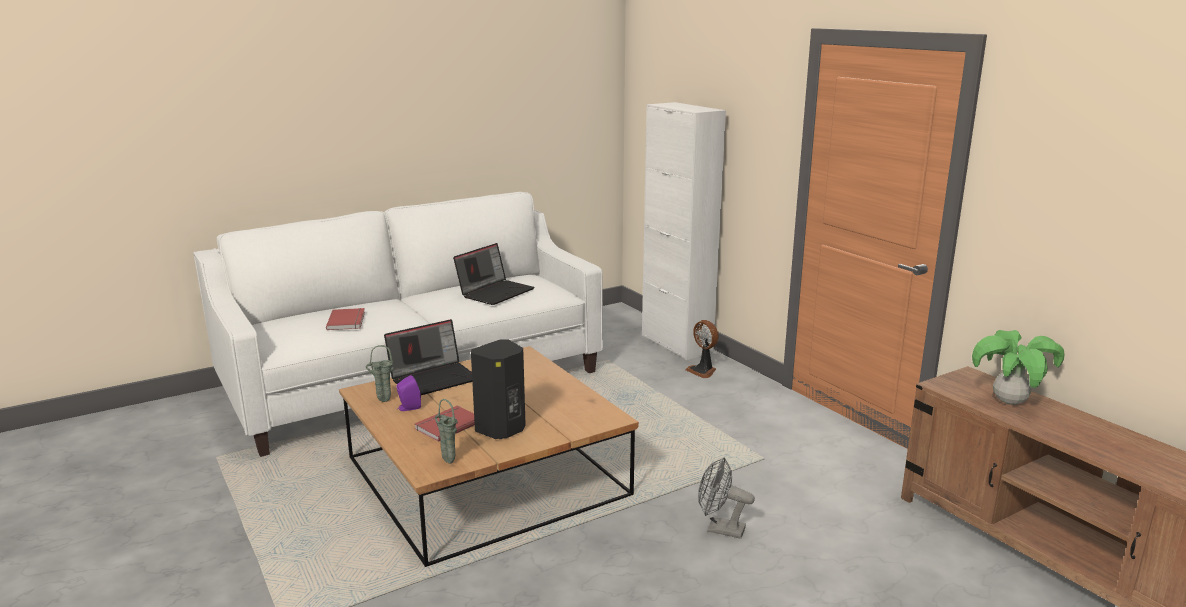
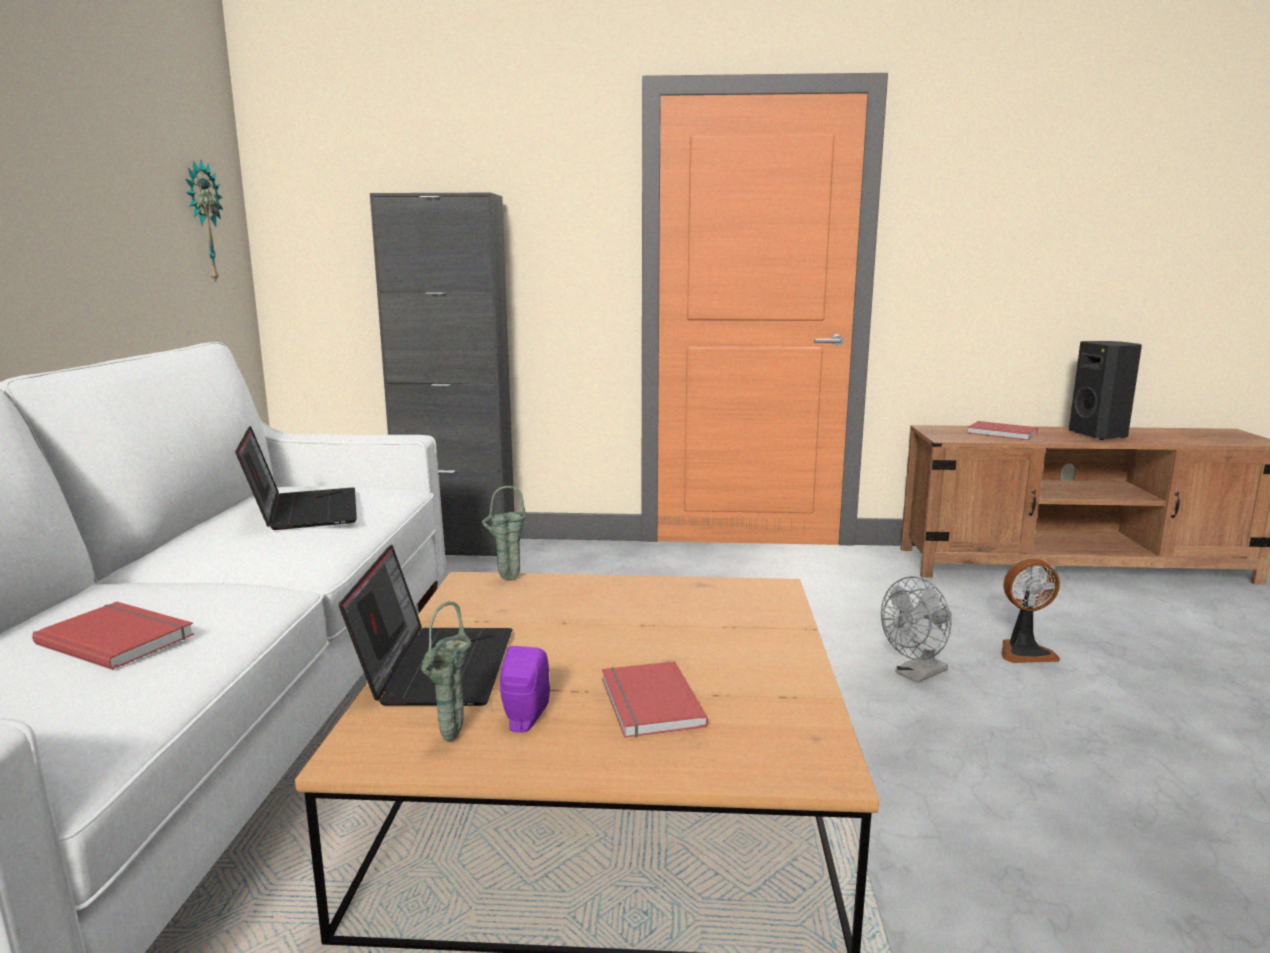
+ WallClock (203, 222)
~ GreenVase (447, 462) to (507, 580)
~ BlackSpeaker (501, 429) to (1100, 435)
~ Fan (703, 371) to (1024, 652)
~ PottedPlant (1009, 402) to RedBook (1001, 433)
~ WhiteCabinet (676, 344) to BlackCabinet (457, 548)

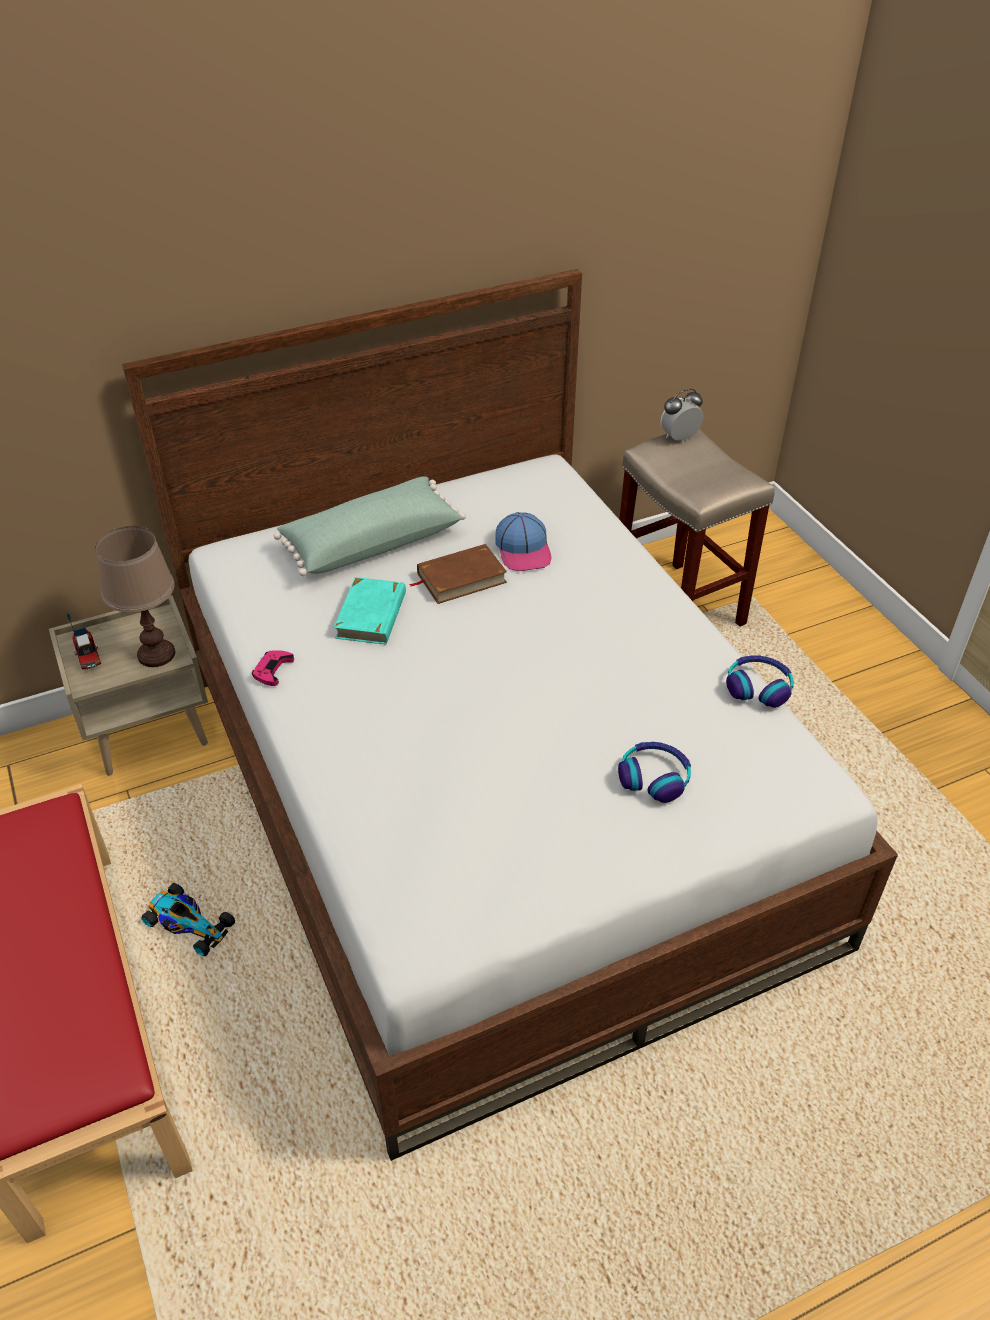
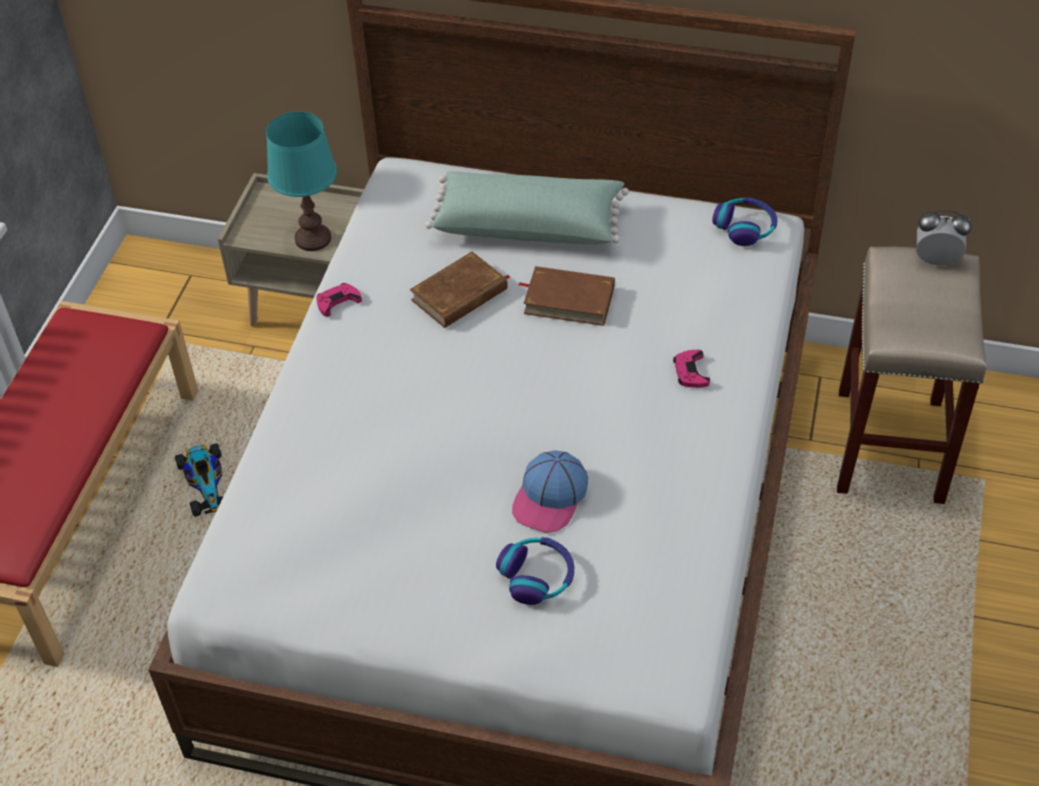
- ToyTruck (88, 655)
+ PinkGameController (690, 372)
~ Cap (523, 550) to (550, 498)
~ Headphones (758, 687) to (745, 227)
~ BrownTableLamp (156, 655) to TurquoiseTableLamp (313, 239)
~ TurquoiseBook (372, 615) to BrownBook (460, 295)

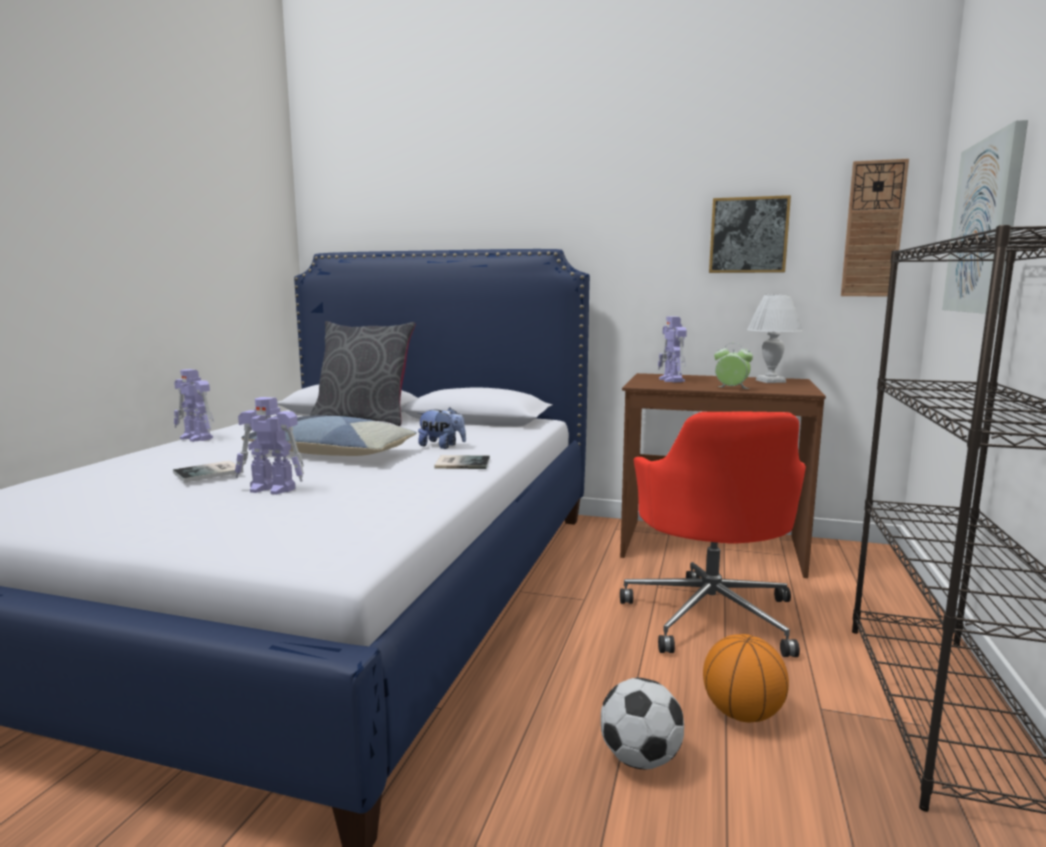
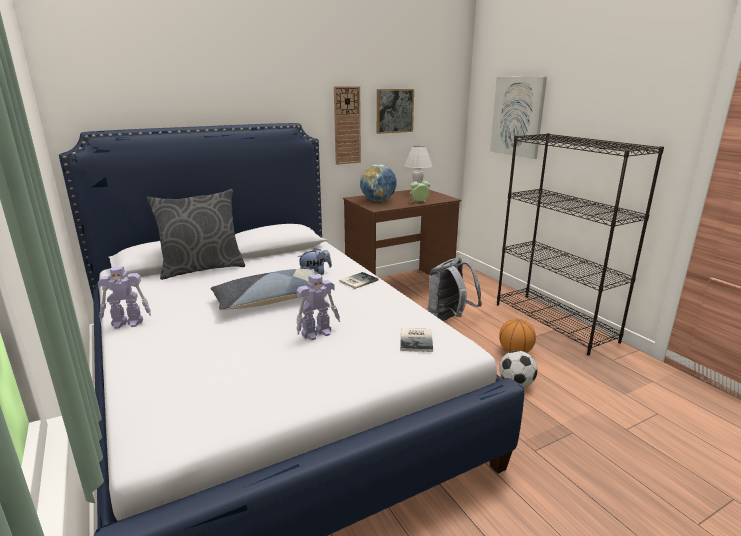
~ Book (210, 472) to (417, 340)
~ WallClock (873, 229) to (347, 125)
~ RedOfficeChair (711, 615) to GreyBackpack (449, 319)
~ ToyRobot (672, 380) to Globe (378, 201)

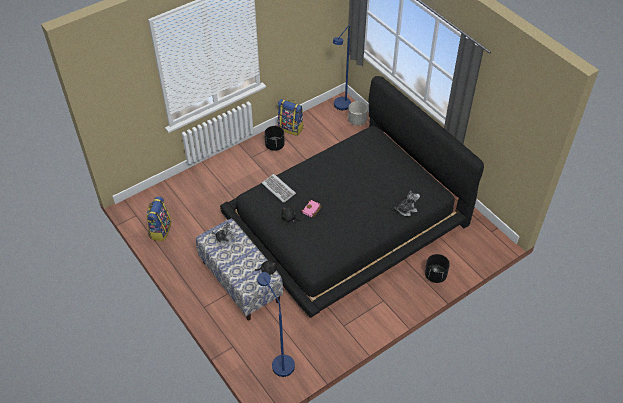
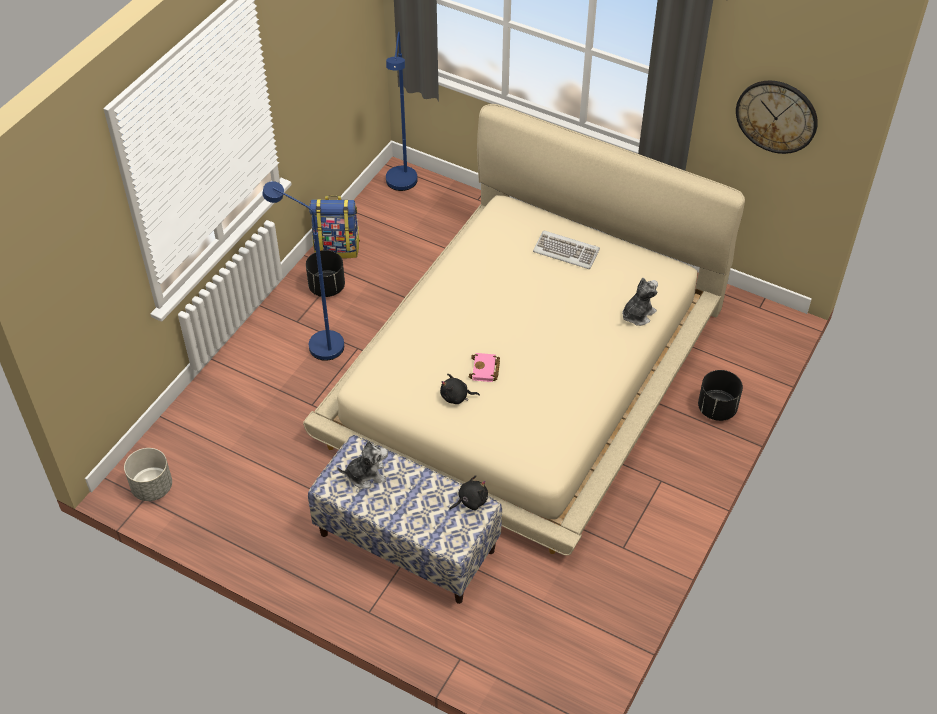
- Backpack (160, 230)
+ WallClock (776, 116)
~ BlueFloorLamp (279, 361) to (317, 343)
~ Keyboard (279, 189) to (566, 251)
~ GreyPlanter (357, 121) to (152, 488)
~ BlackBed (347, 220) to BeigeBed (525, 371)

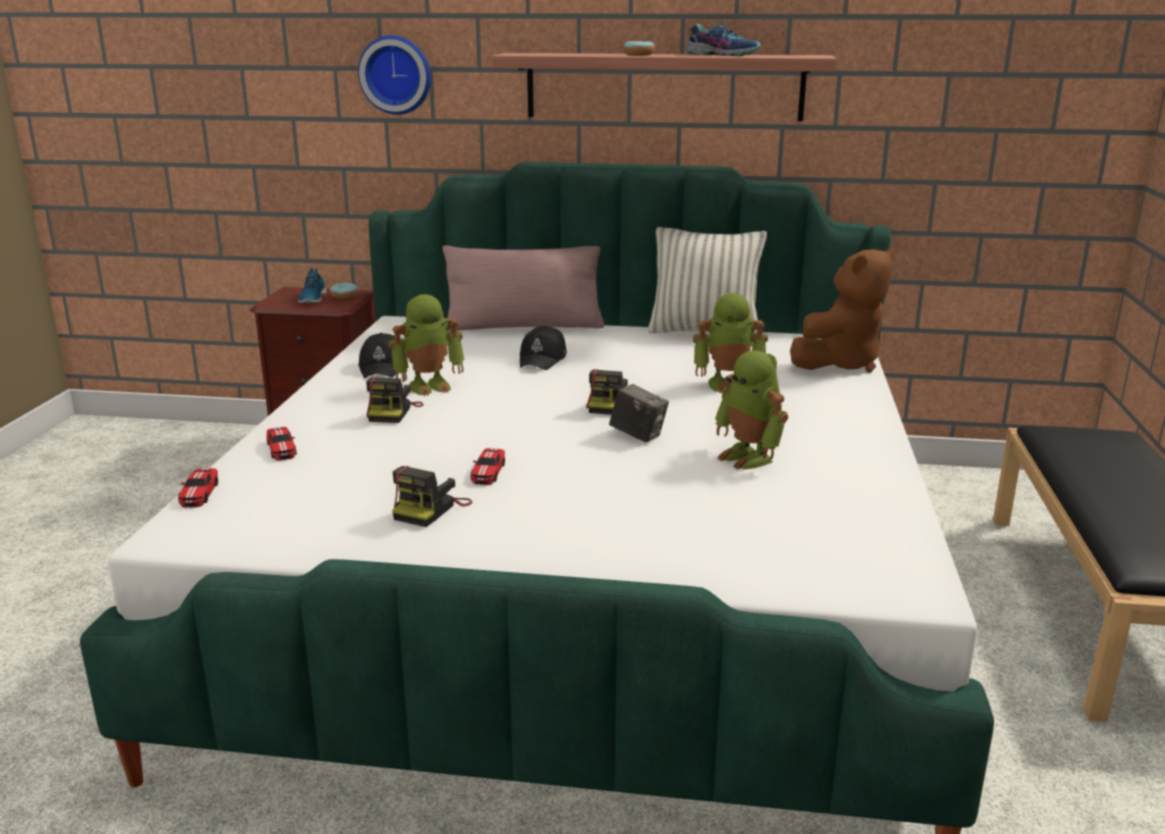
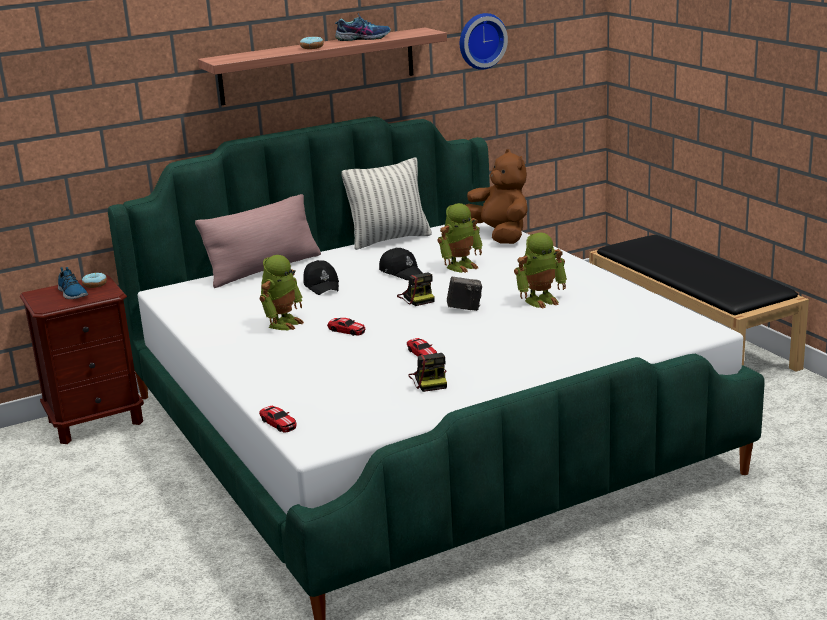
- PhotoCamera (393, 412)
~ ToyCar (282, 449) to (347, 330)
~ WallClock (396, 74) to (481, 40)
~ BlackCap (383, 367) to (401, 272)
~ ToyRobot (749, 457) = (541, 300) 45 degrees counterclockwise
~ BrownPlushToy (839, 363) = (499, 236) 45 degrees counterclockwise

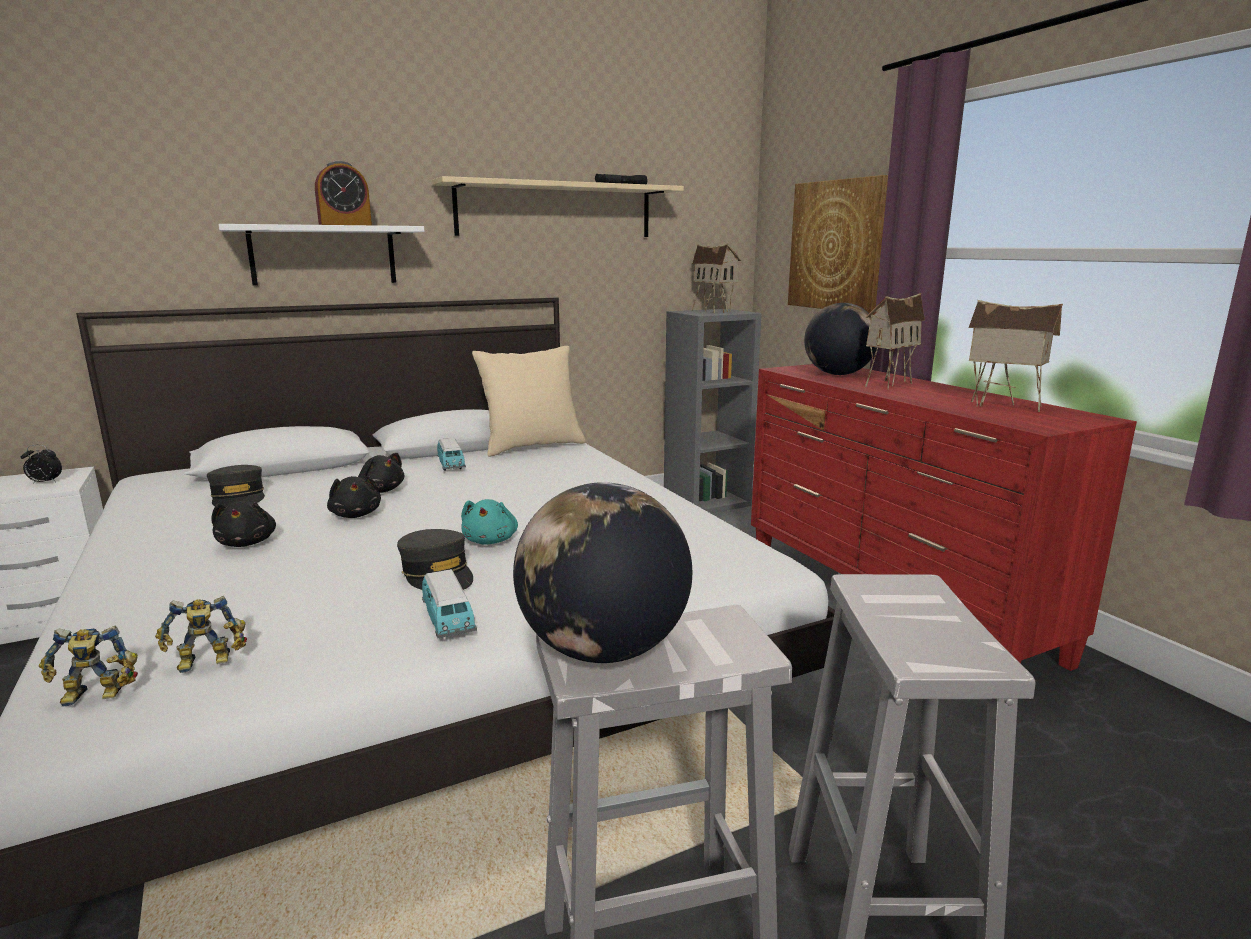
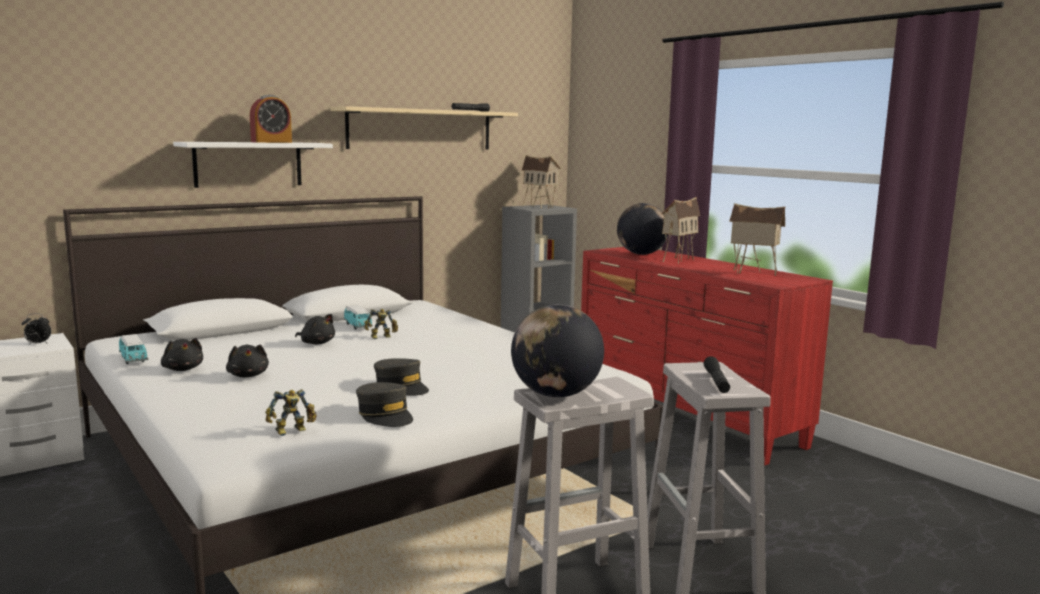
- TurquoisePlushToy (491, 540)
- BeigePillow (532, 446)
- Picture (837, 246)
+ BlackFlashlight (716, 381)
~ ToyRobot (94, 697) to (382, 337)
~ GreyCap (238, 498) to (385, 415)
~ BlackPlushToy (356, 515) to (183, 369)
~ ToyCar (449, 621) to (133, 359)

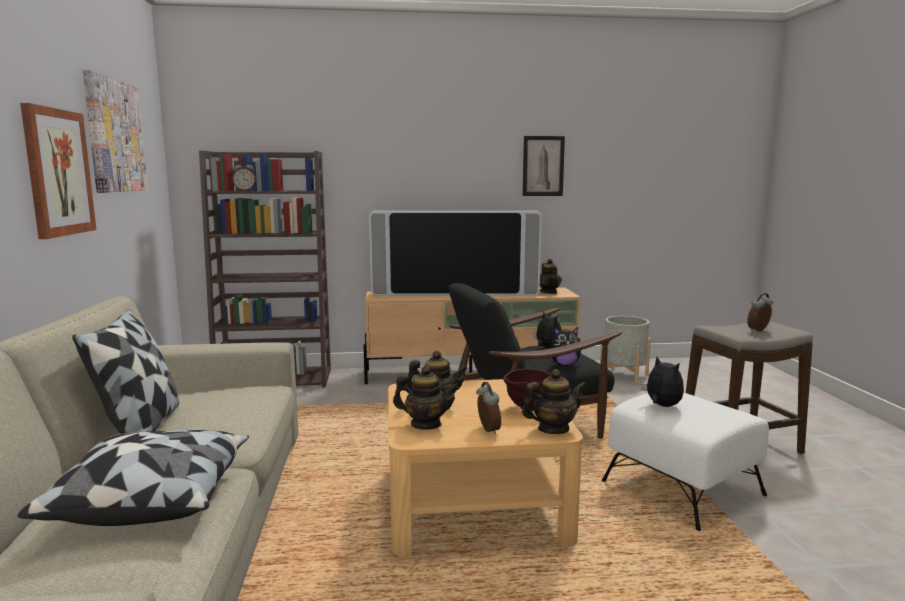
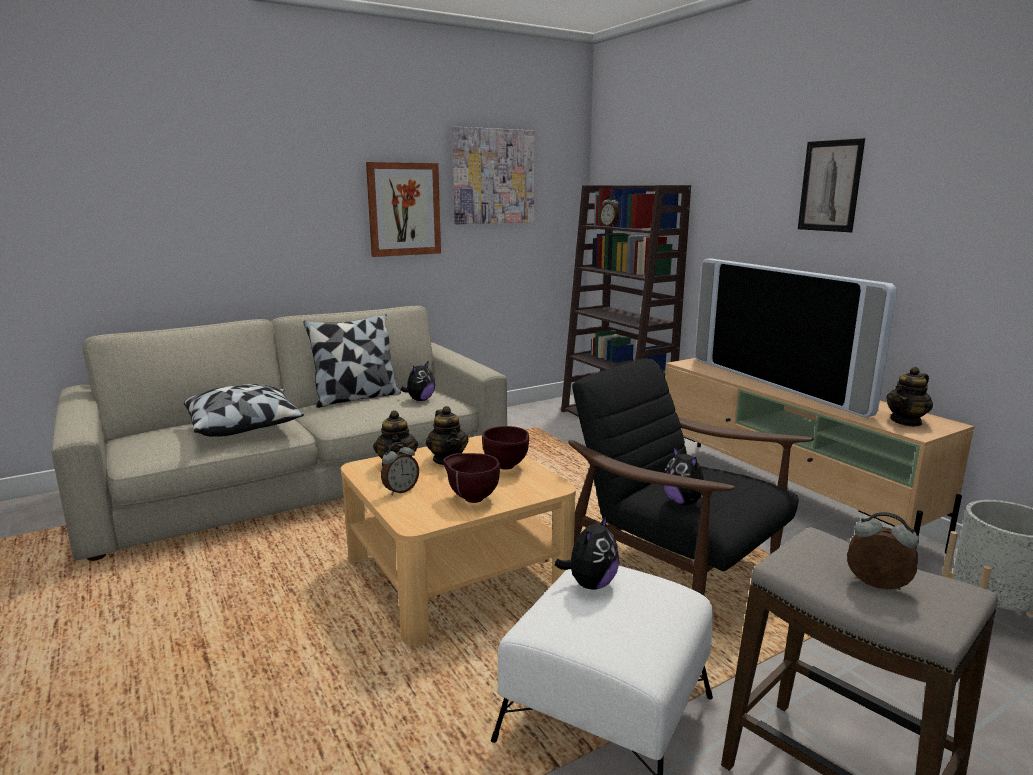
- Teapot (553, 429)
+ BrownBowl (506, 467)
~ Picture (543, 166) to (830, 186)
~ PlushToy (547, 349) to (420, 400)

